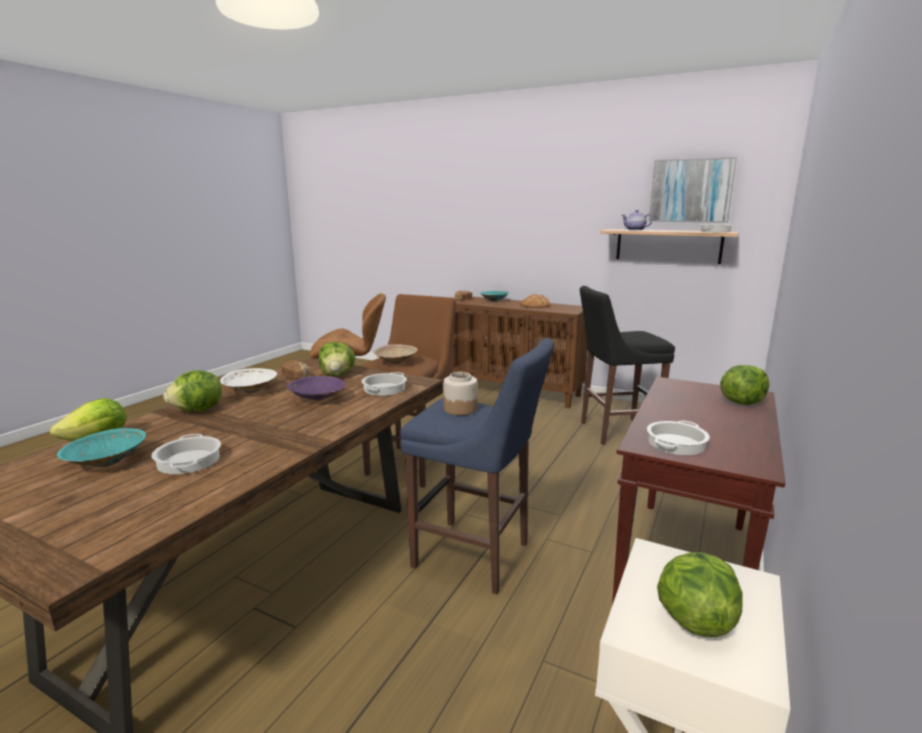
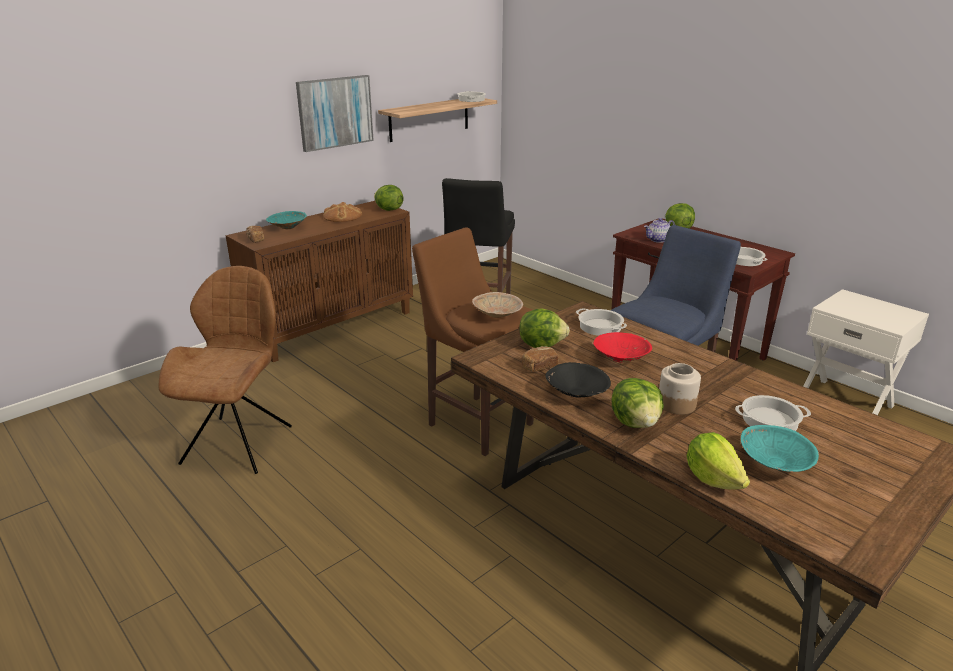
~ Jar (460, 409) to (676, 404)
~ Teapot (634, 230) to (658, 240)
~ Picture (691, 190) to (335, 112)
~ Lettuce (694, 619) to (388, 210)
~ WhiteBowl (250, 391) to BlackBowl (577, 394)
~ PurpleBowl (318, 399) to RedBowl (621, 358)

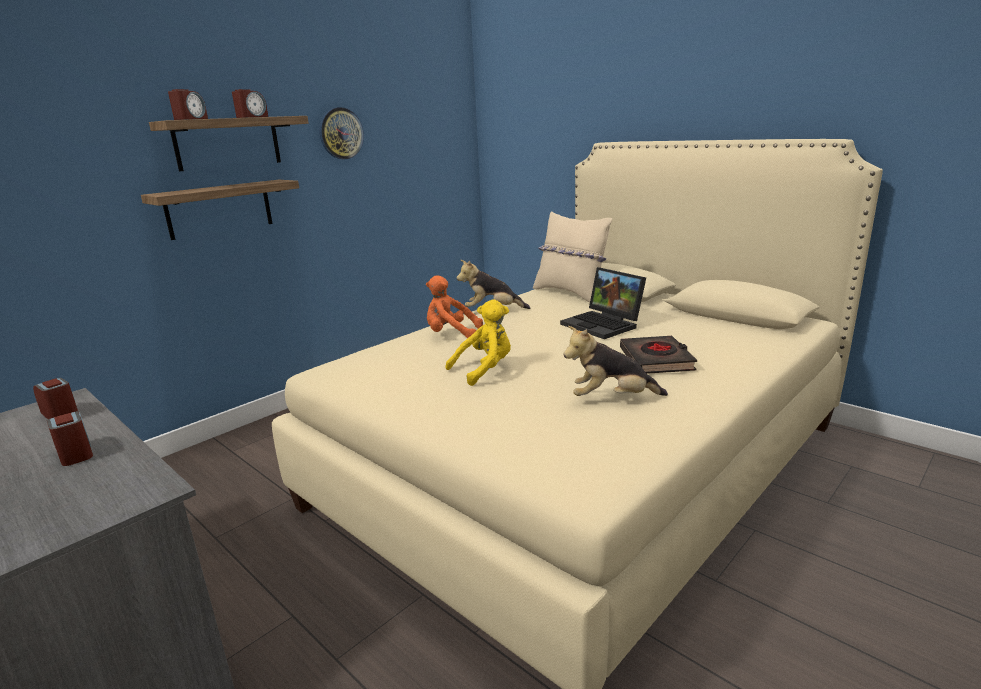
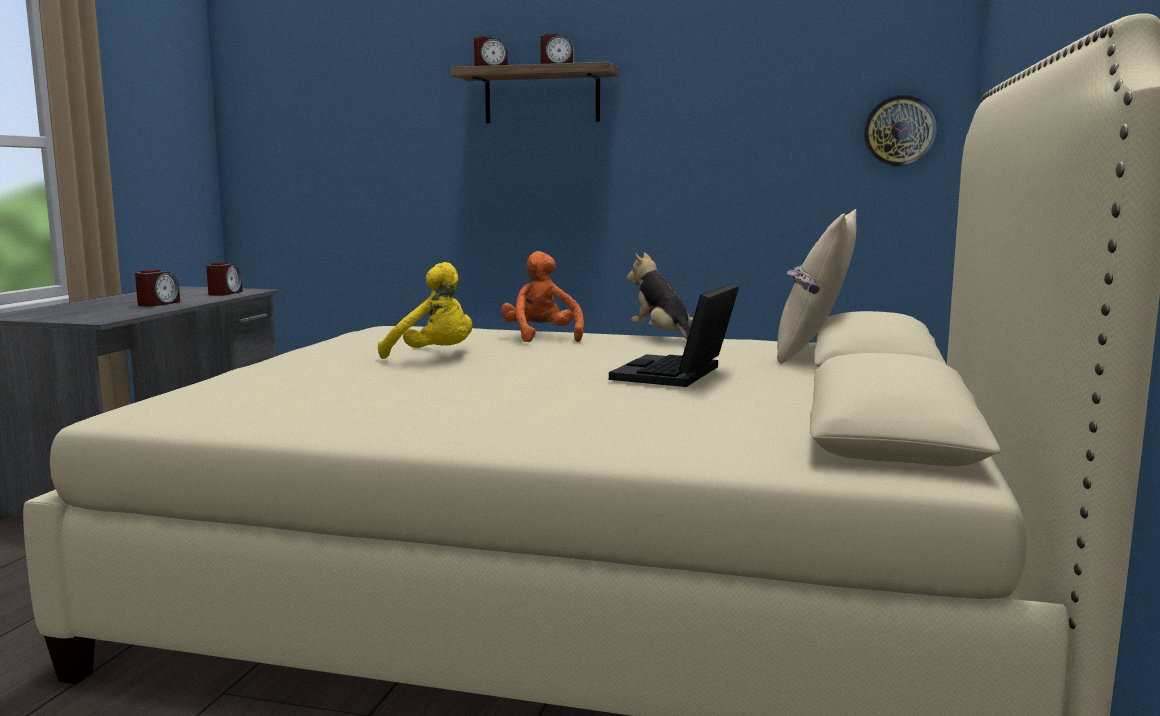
- Shelf (219, 209)
- PlushToy (612, 398)
- BlackBook (656, 360)
~ WallClock (341, 133) to (899, 131)

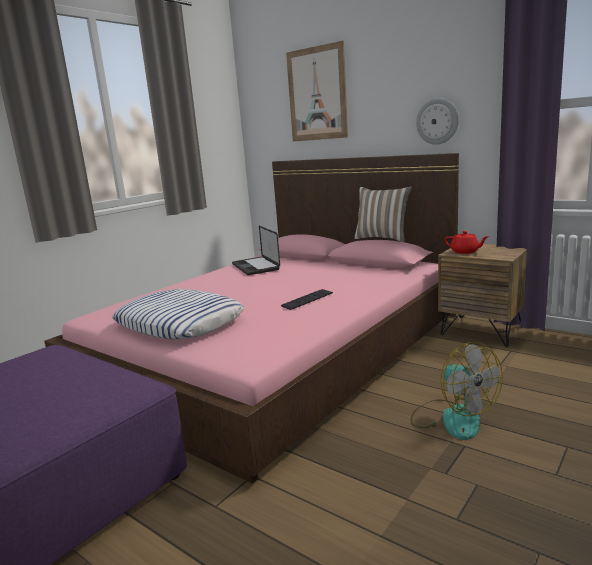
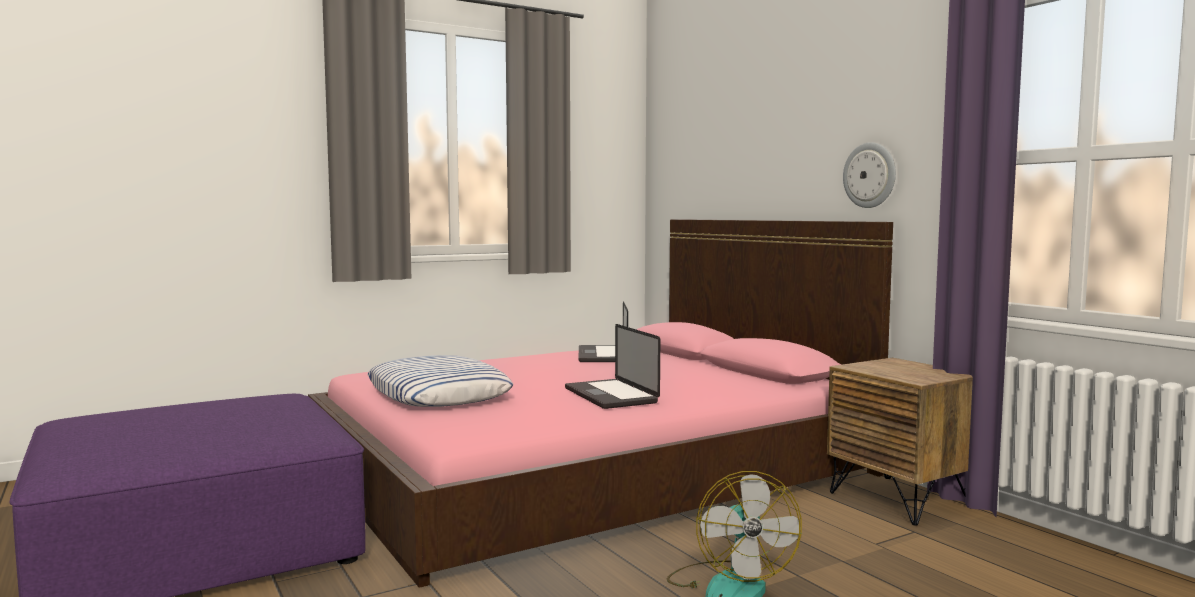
- Picture (317, 94)
- Pillow (382, 238)
- RedTeapot (465, 252)
~ Keyboard (308, 300) to Laptop (610, 395)

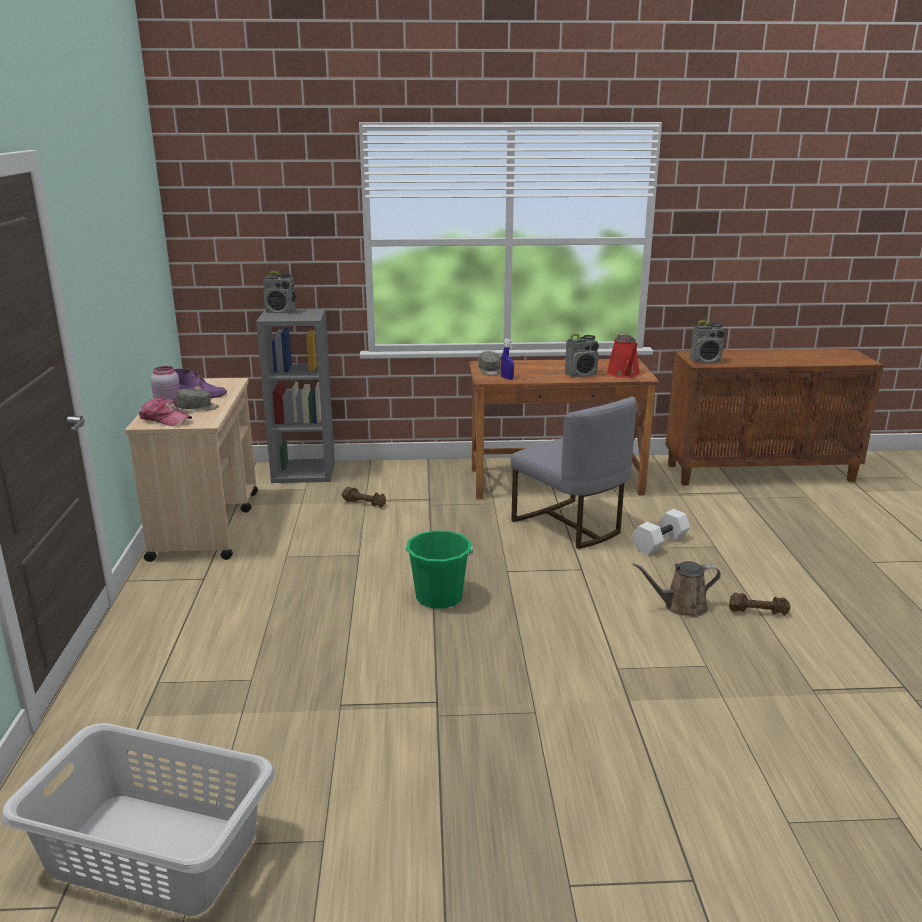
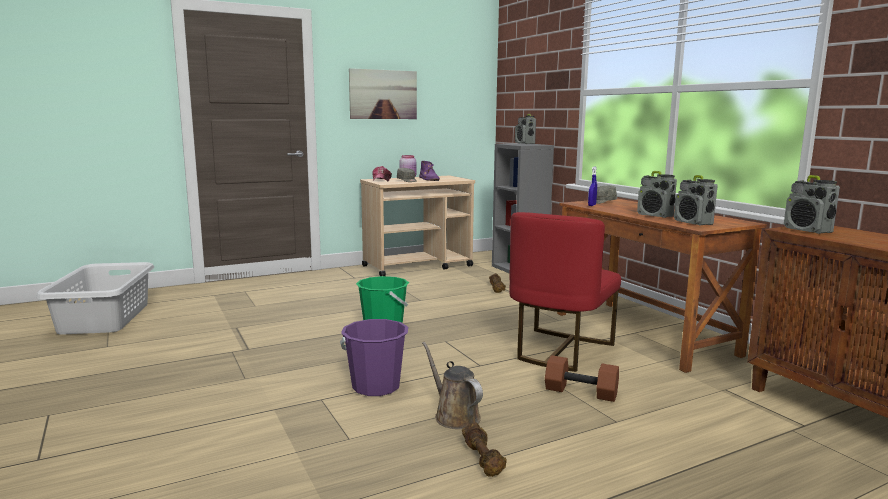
+ PurpleBucket (376, 386)
+ Picture (383, 94)
~ RedWateringCan (624, 374) to Radio (693, 223)
~ GreyChair (570, 525) to RedChair (559, 350)
~ WhiteDumbbell (659, 542) to BrownDumbbell (582, 391)

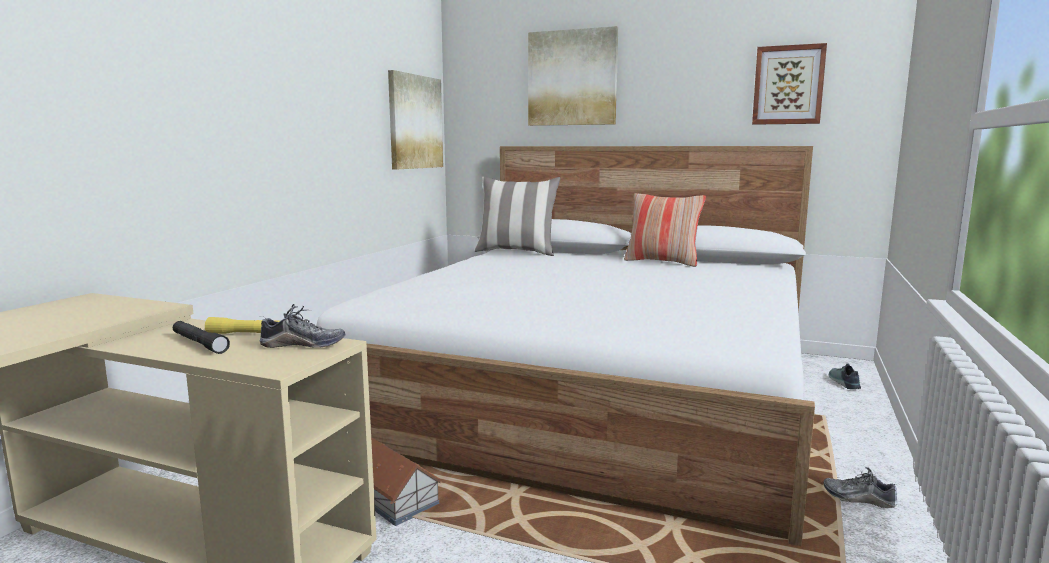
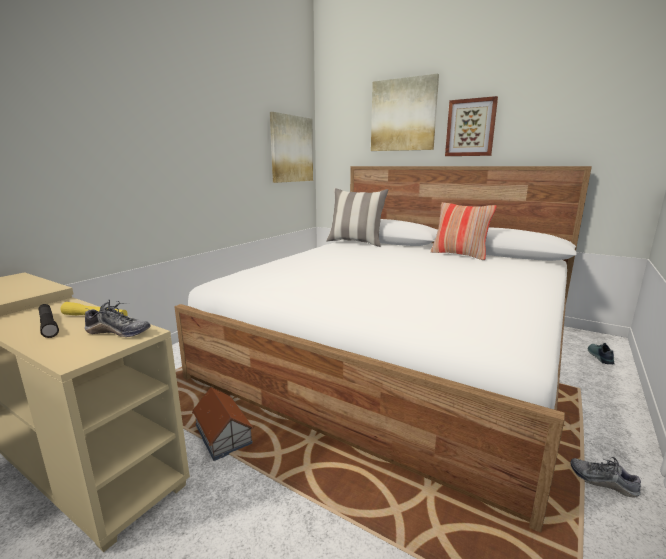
~ Picture (788, 85) to (470, 128)

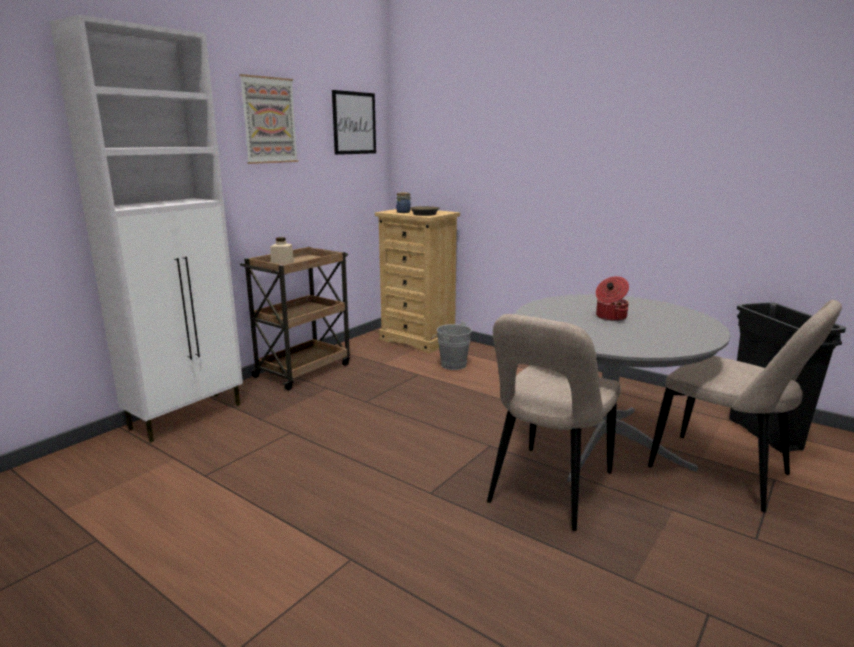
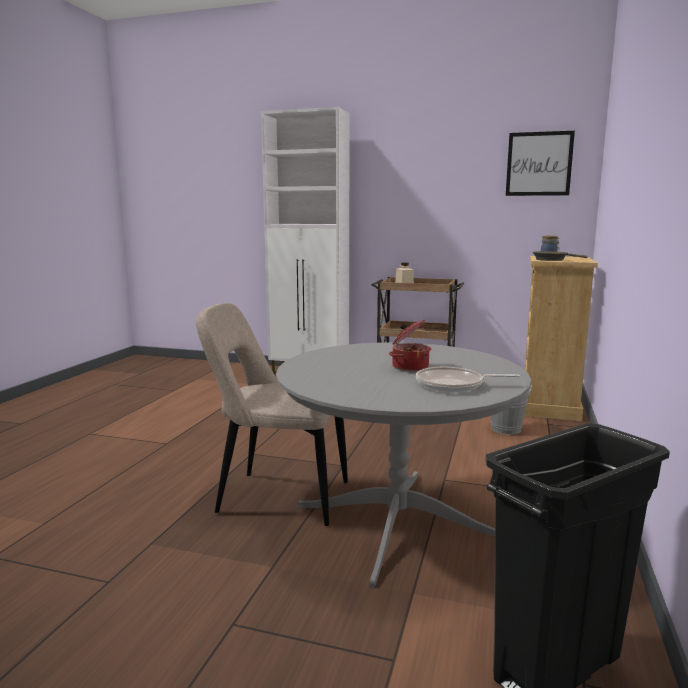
- Picture (269, 120)
- BeigeChair (725, 474)
+ FryingPan (454, 385)

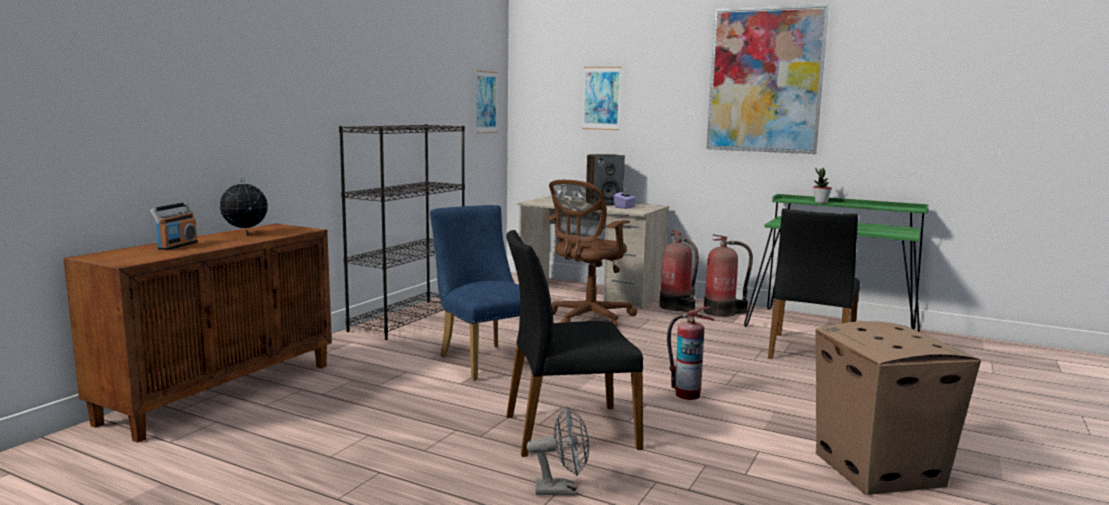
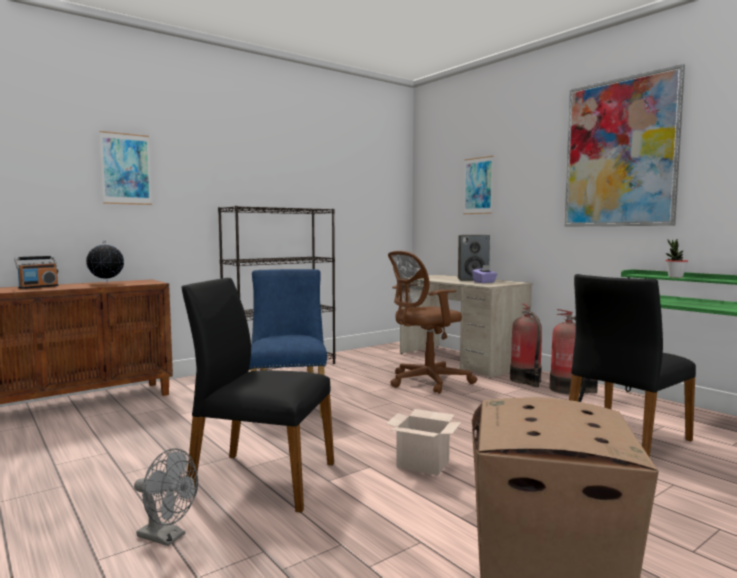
~ Picture (485, 102) to (126, 169)
~ FireExtinguisher (687, 394) to CardboardBox (424, 464)

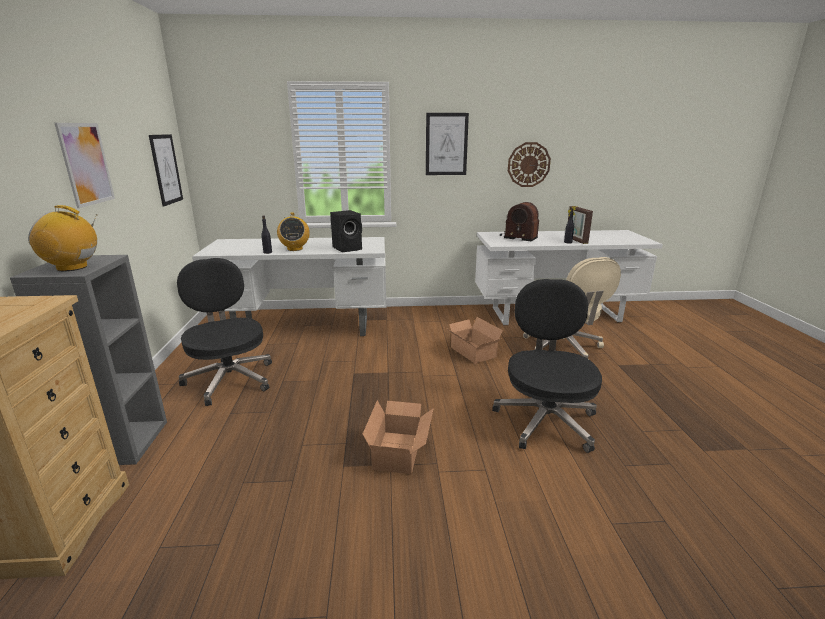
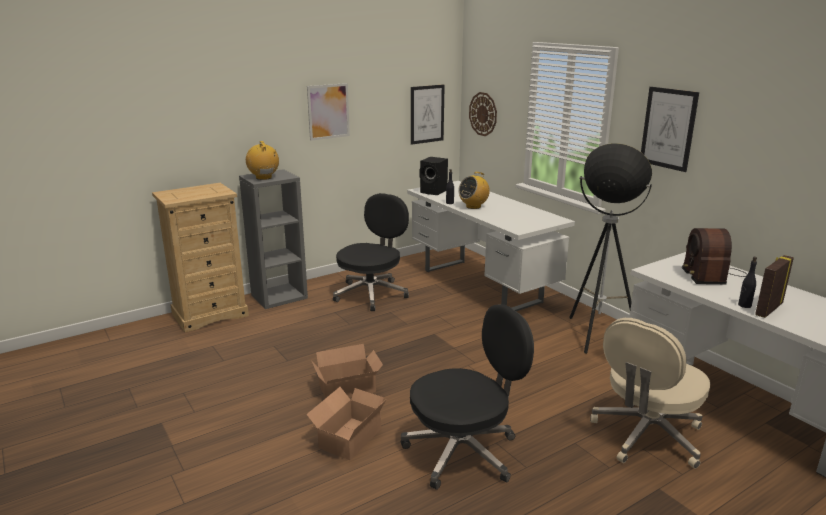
+ FloorLamp (596, 335)
~ BlackSpeaker (348, 248) to (434, 191)
~ CardboardBox (472, 353) to (347, 438)
~ WallClock (528, 164) to (483, 114)

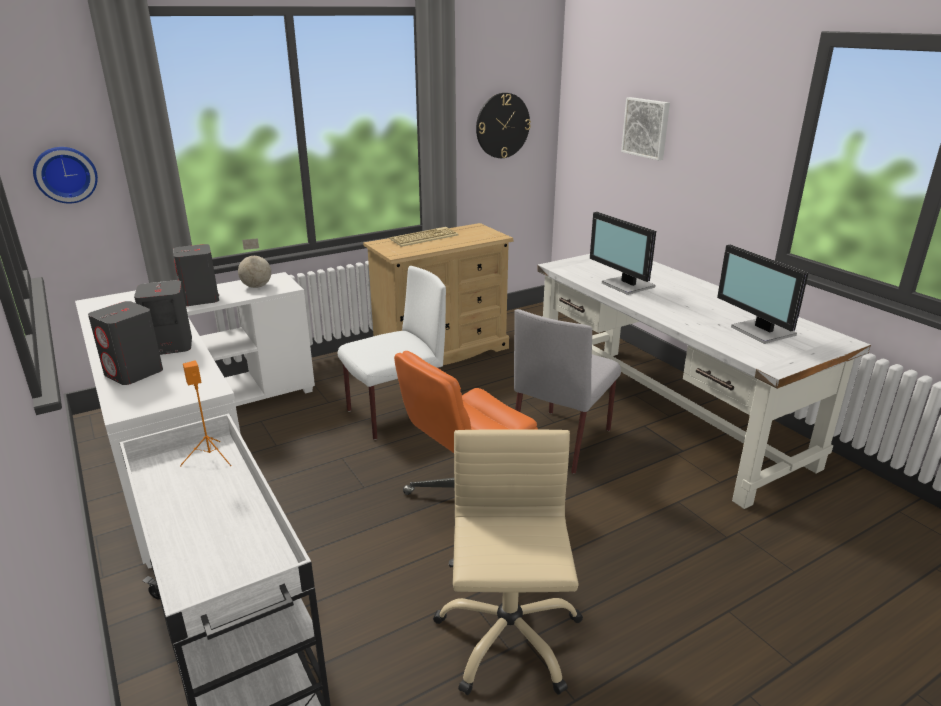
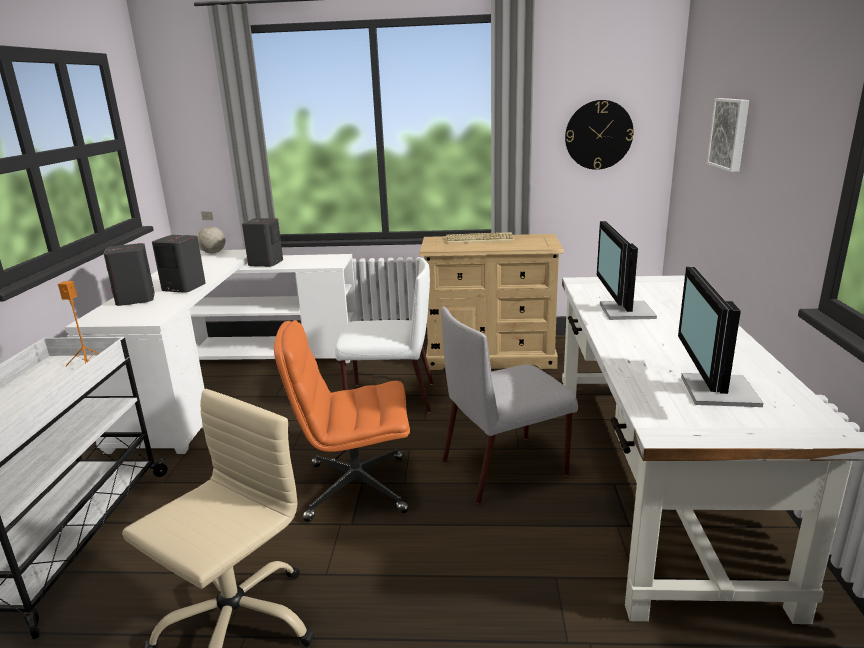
- WallClock (65, 174)
~ Globe (257, 286) to (213, 253)

